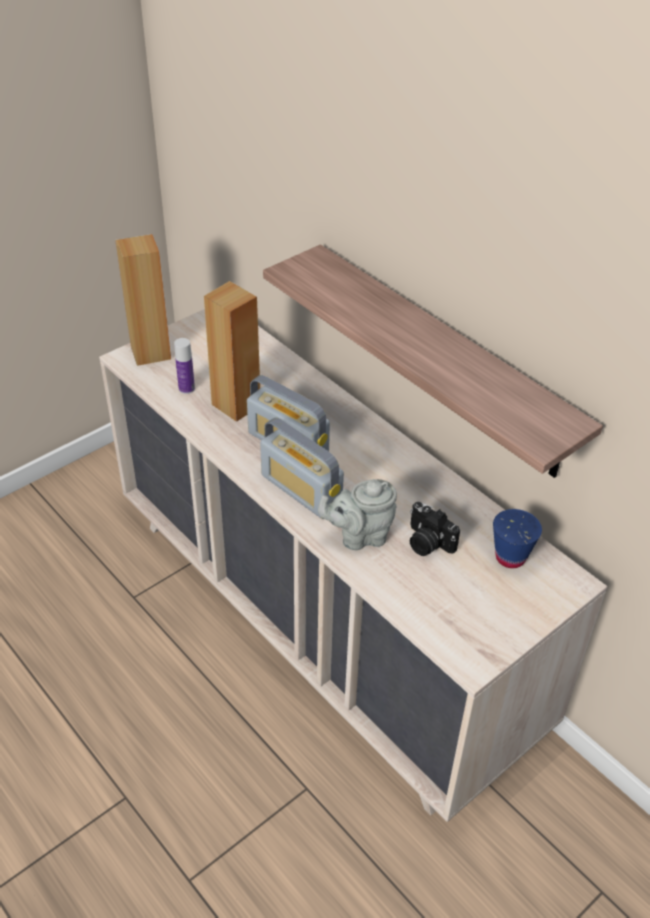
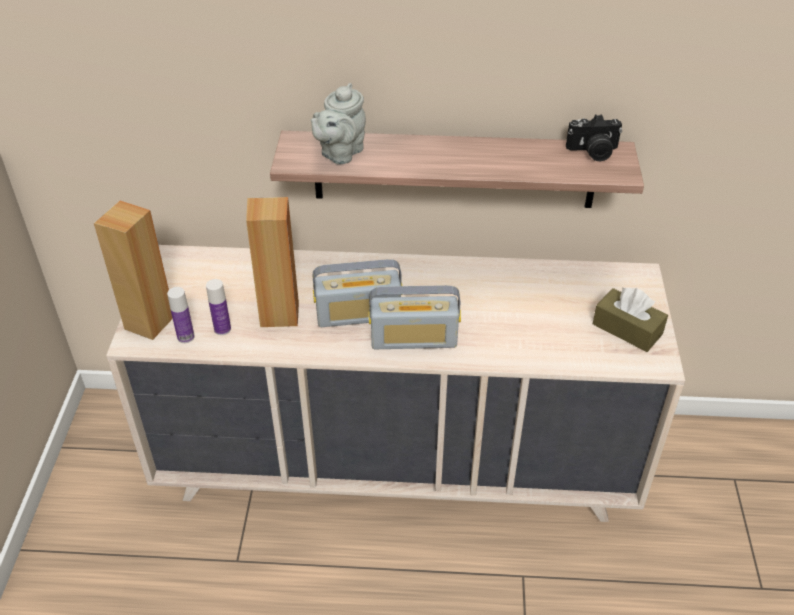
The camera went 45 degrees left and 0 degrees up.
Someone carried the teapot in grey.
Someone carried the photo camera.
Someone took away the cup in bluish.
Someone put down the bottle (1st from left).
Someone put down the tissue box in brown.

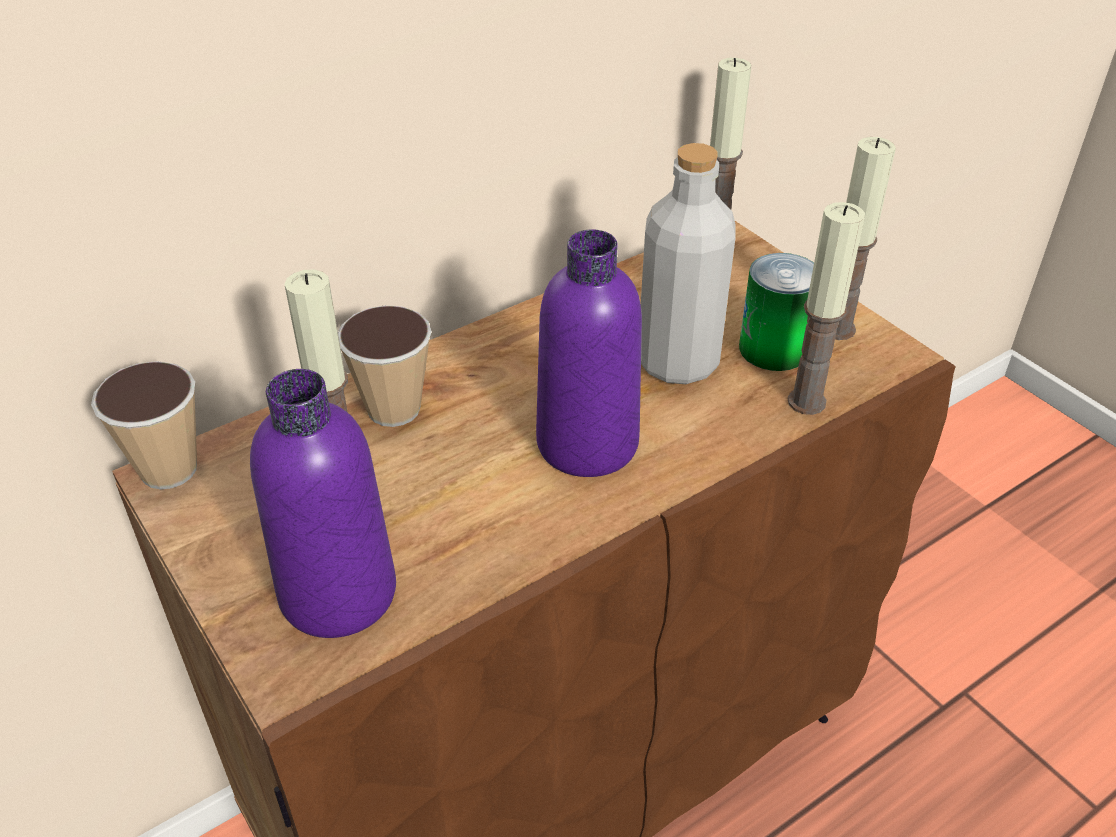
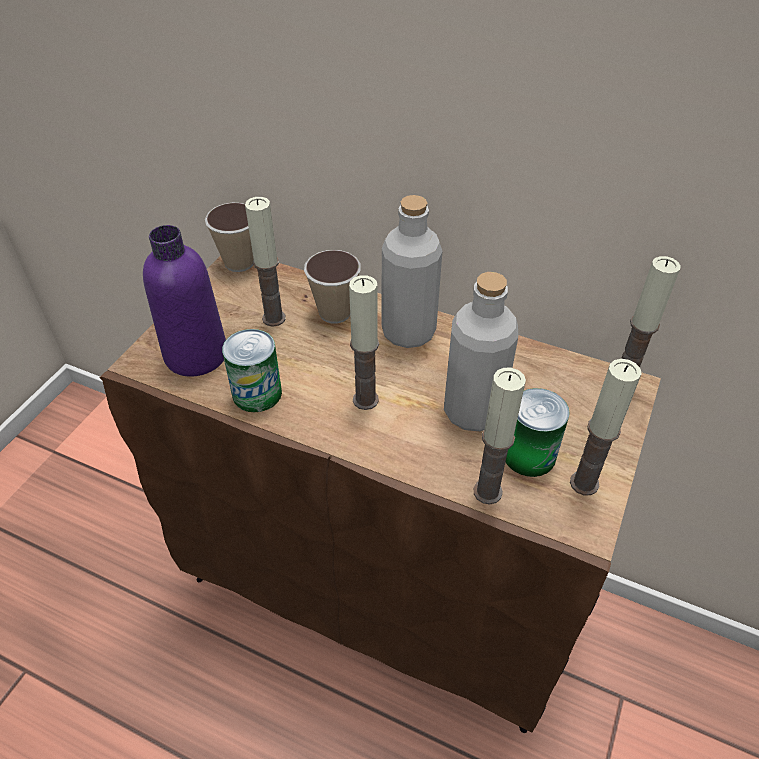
The camera went 60 degrees right and 5 degrees up.
Someone swapped the bottle in purple (2nd from left) for the wax light (2nd from left).
Someone put down the can (1st from left).
Someone put down the bottle in grey (1st from left).

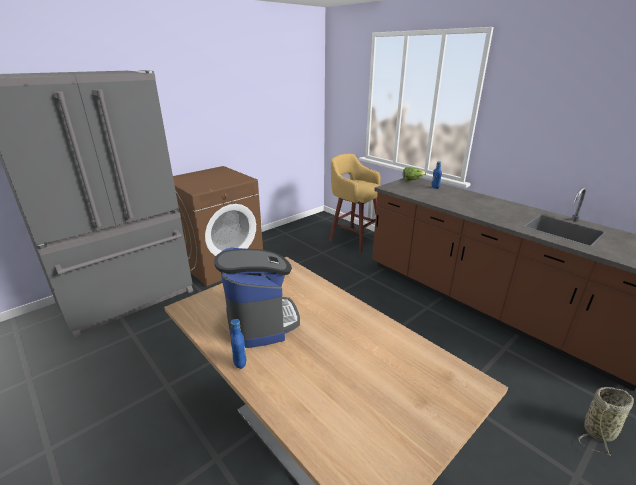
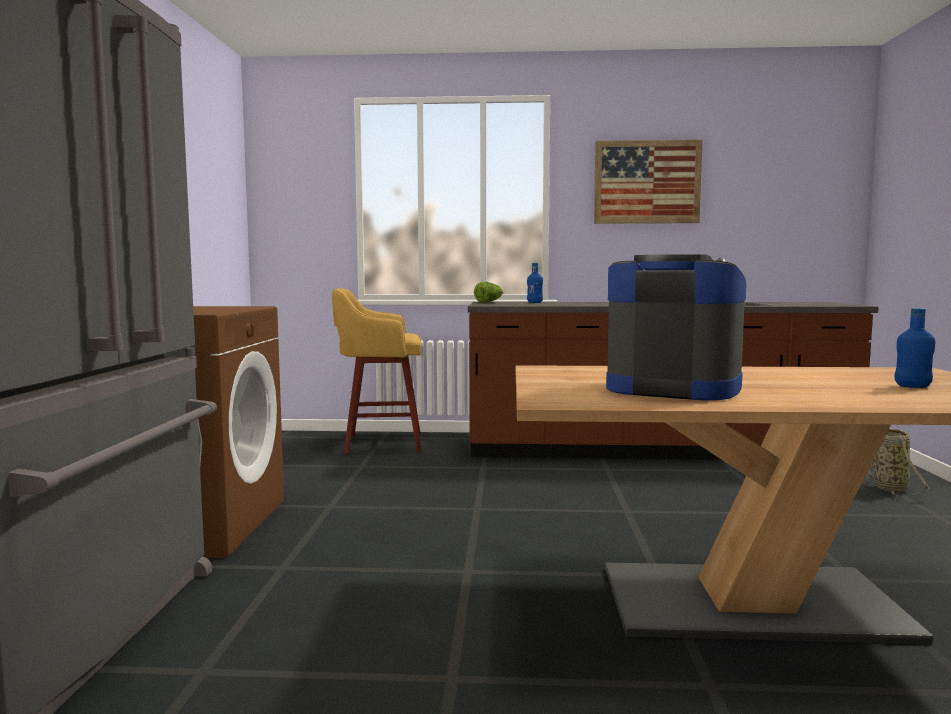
The camera went 45 degrees left and 20 degrees down.
Someone carried the bottle in bluish (1st from left in the first image).
Someone put up the wall picture.

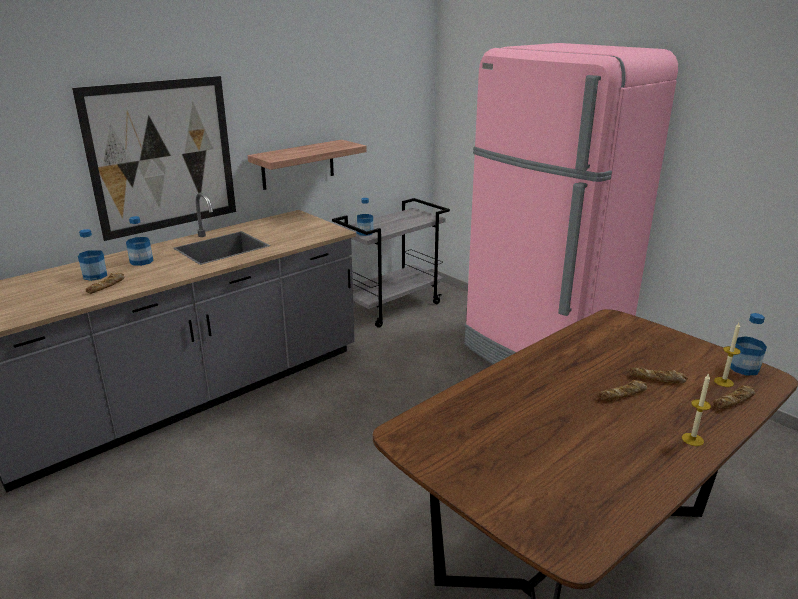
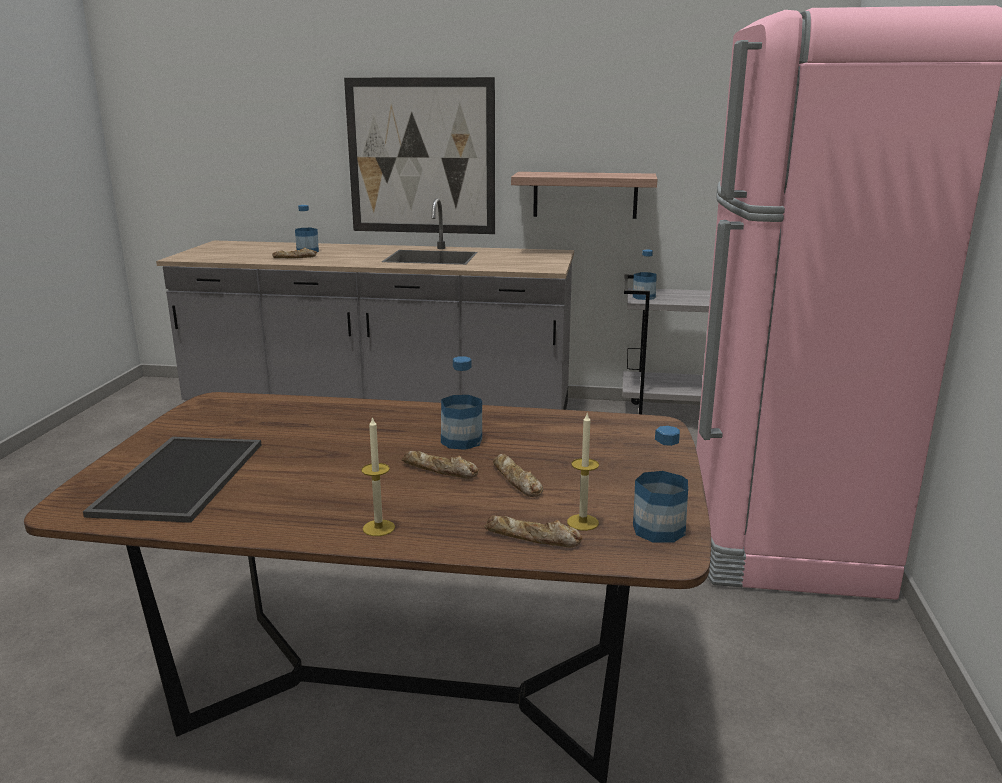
The camera went 50 degrees right and 5 degrees down.
Someone carried the bottle (2nd from left).
Someone put down the serving tray.

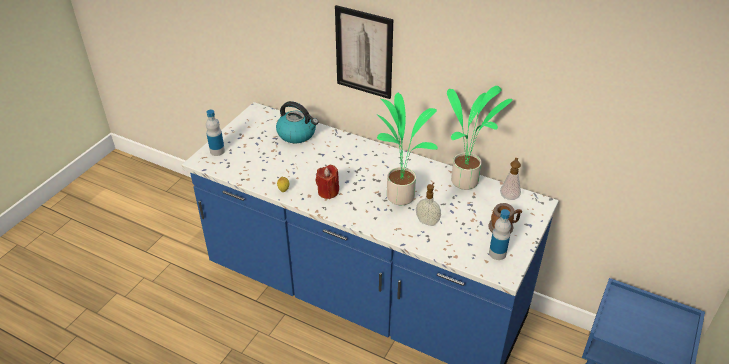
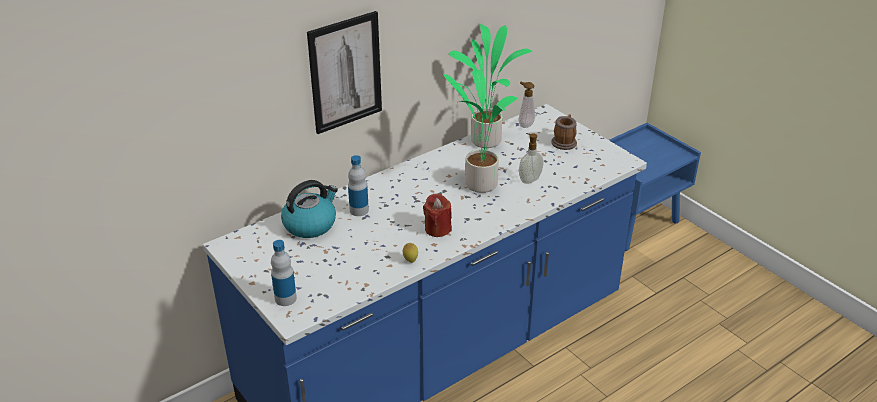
The camera went 65 degrees left and 5 degrees down.
Someone carried the bottle (2nd from left).

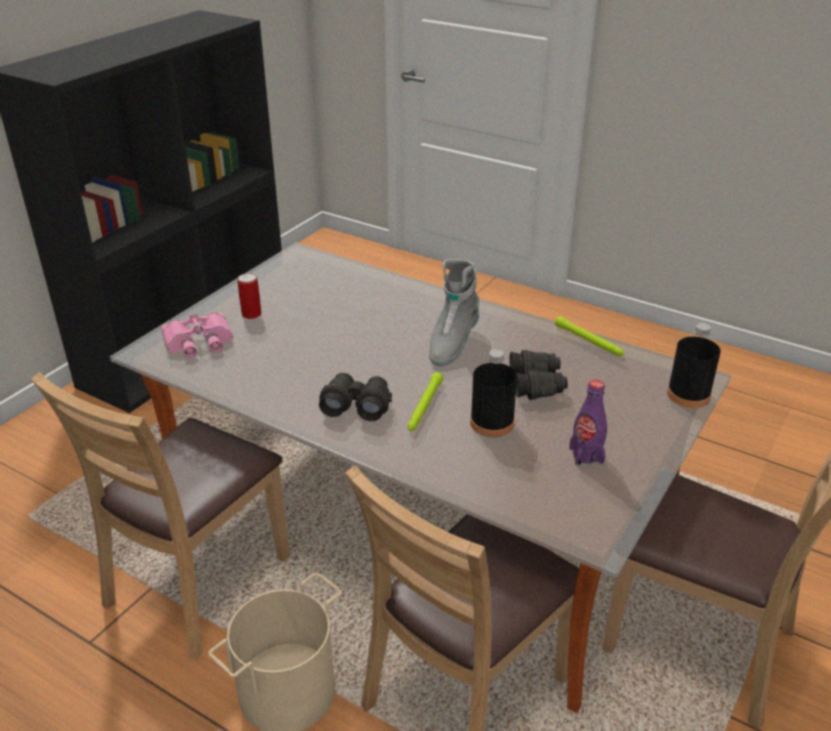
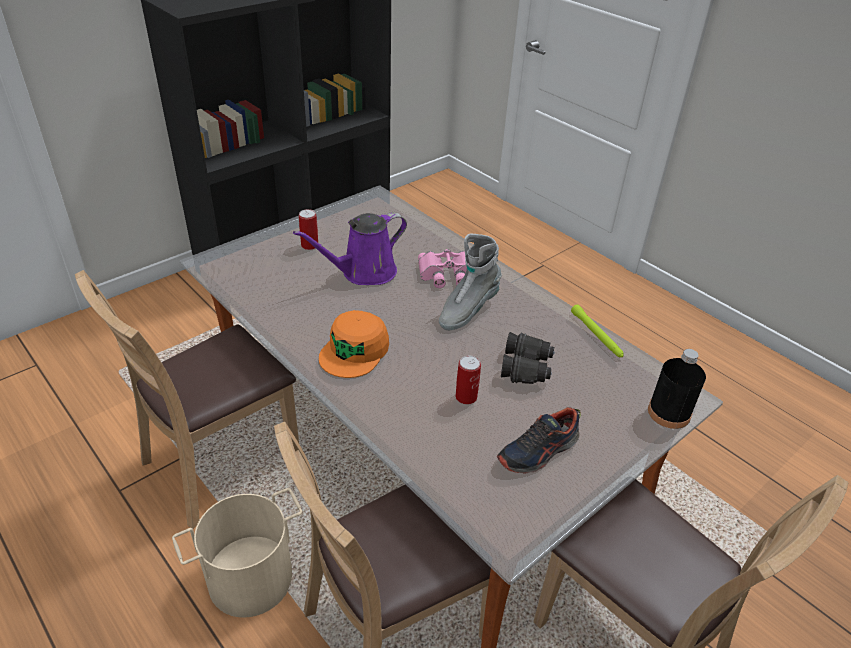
The camera went 15 degrees right and 5 degrees up.
Someone carried the field glasses in pinkish.
Someone swapped the field glasses in black (1st from left) for the peaked cap in orangey.
Someone took away the torch in green (1st from left).
Someone swapped the bottle in black (1st from left) for the can (2nd from left).
Someone swapped the bottle in purple for the shoe.
Someone put down the sprinkling can in purple.

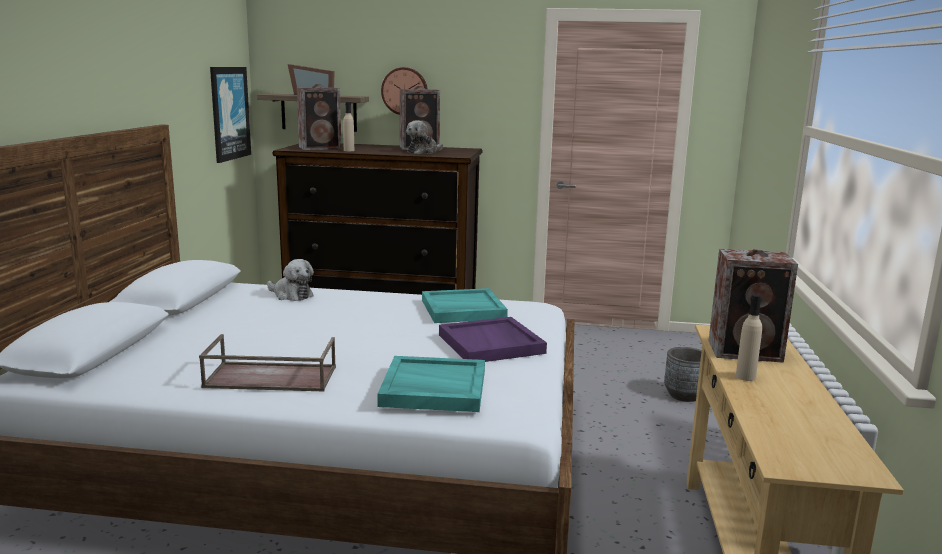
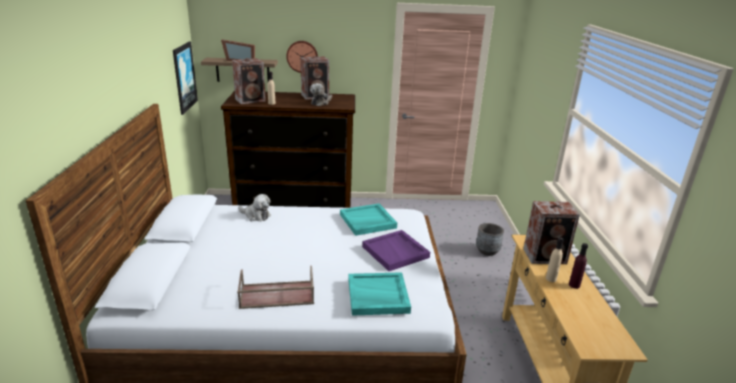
The camera went 10 degrees left and 10 degrees up.
Someone put down the bottle in purple.

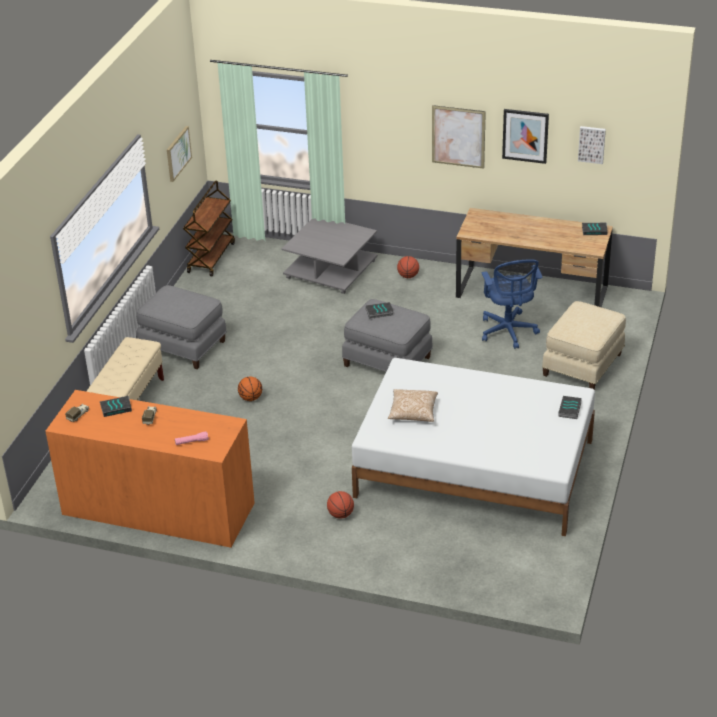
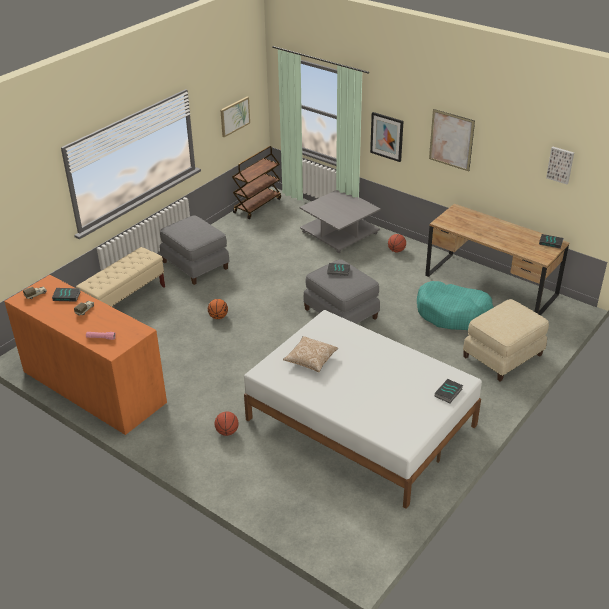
The camera went 20 degrees right and 0 degrees up.
Someone swapped the office chair in bluish for the pet bed in blue-green.
Someone carried the wall picture (3rd from left in the first image).

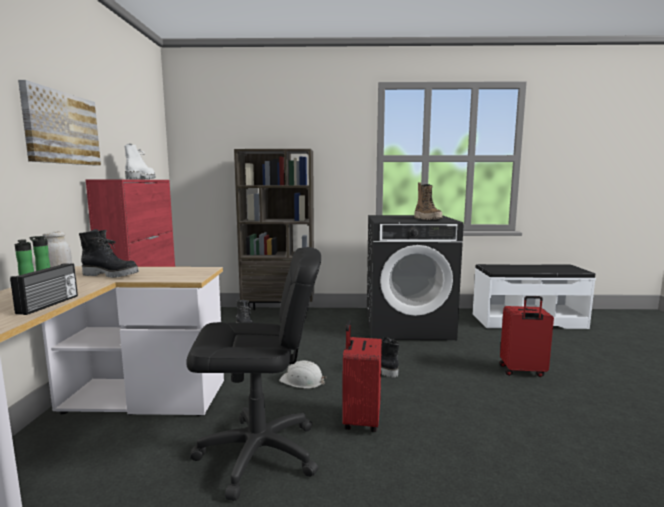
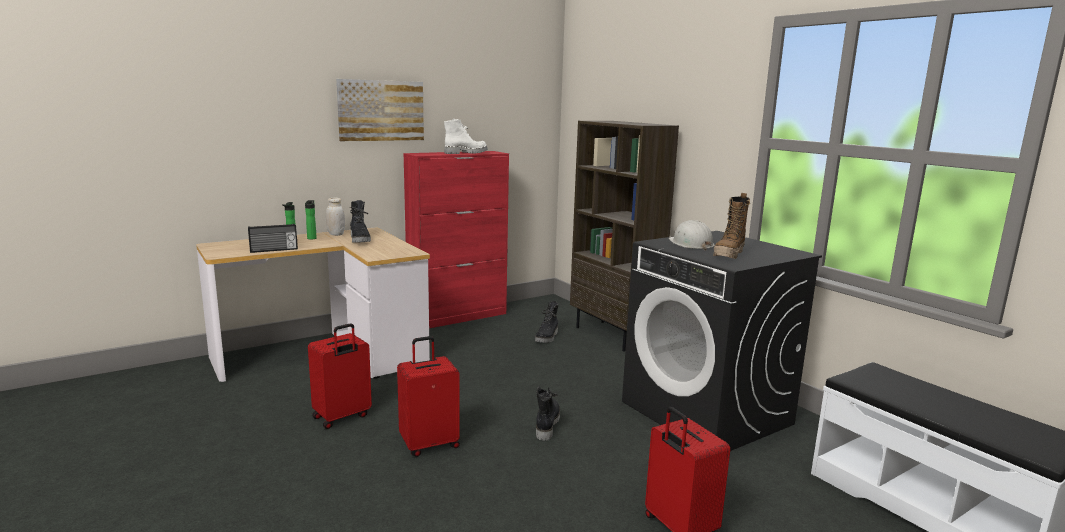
The camera went 55 degrees right and 5 degrees up.
Someone swapped the office chair in black for the suitcase in red (1st from left).
Someone carried the hard hat in whitish.

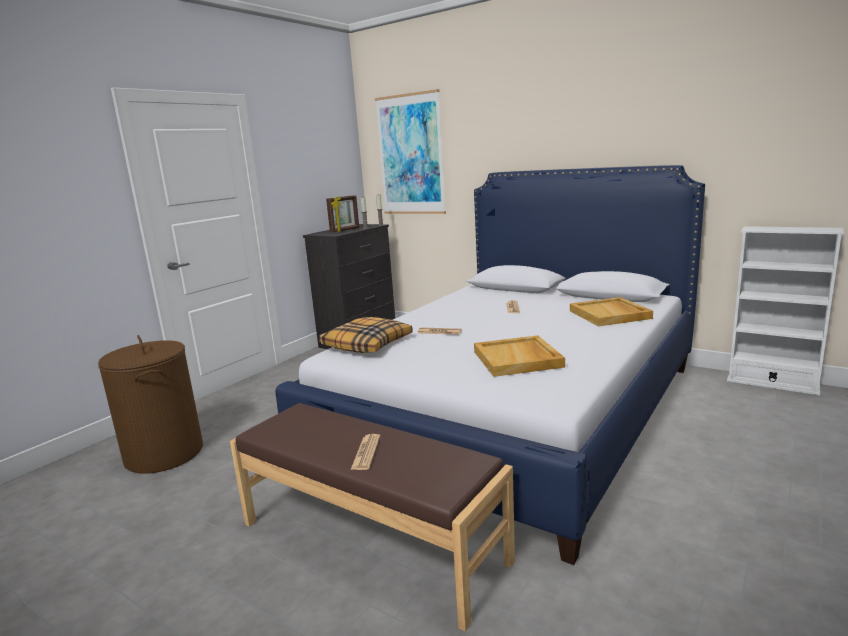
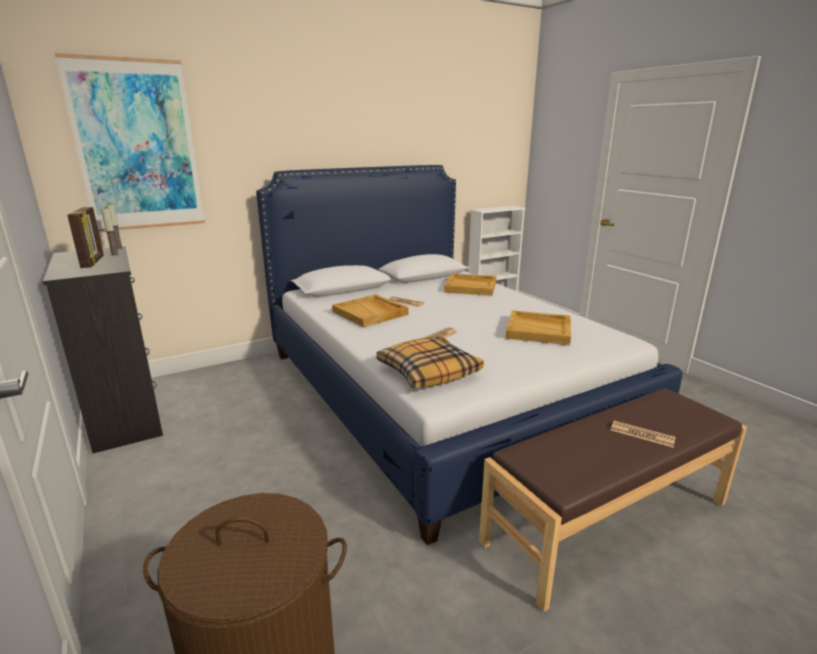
The camera went 65 degrees left and 5 degrees up.
Someone put down the serving tray in beige (1st from left).

